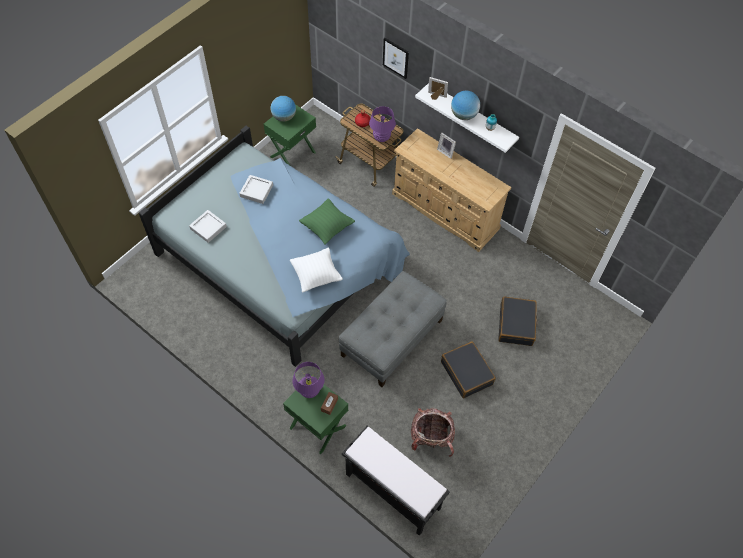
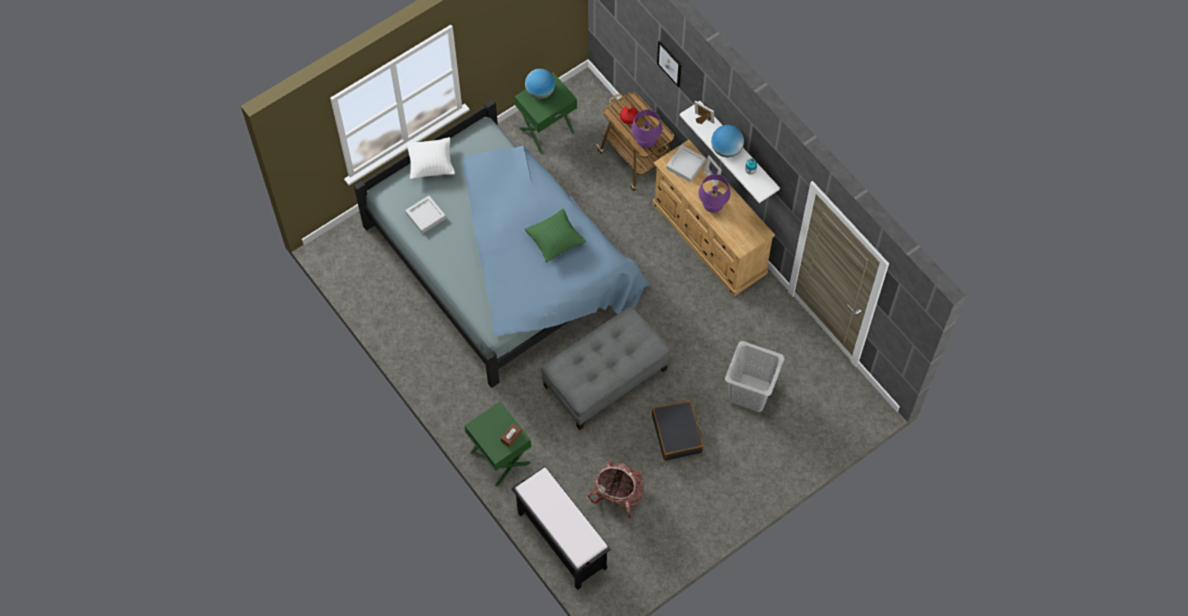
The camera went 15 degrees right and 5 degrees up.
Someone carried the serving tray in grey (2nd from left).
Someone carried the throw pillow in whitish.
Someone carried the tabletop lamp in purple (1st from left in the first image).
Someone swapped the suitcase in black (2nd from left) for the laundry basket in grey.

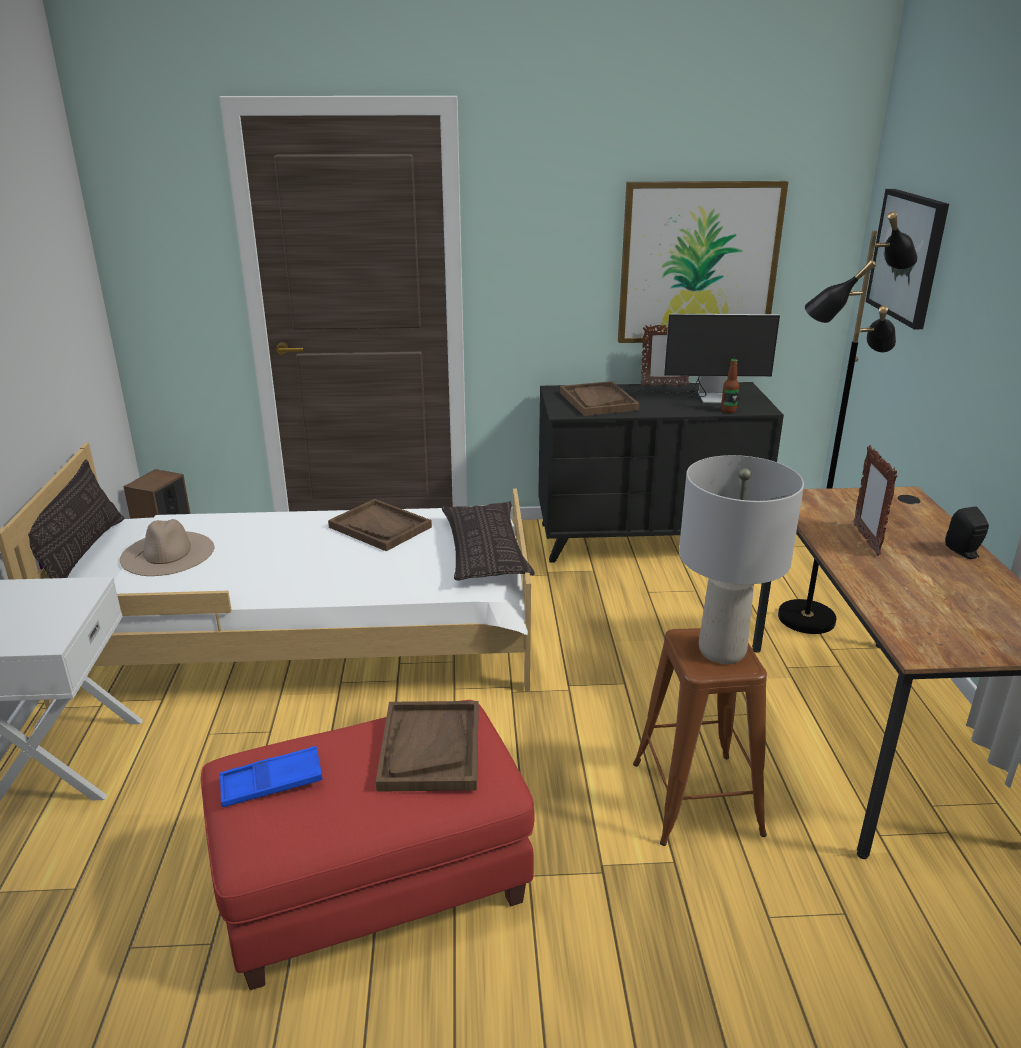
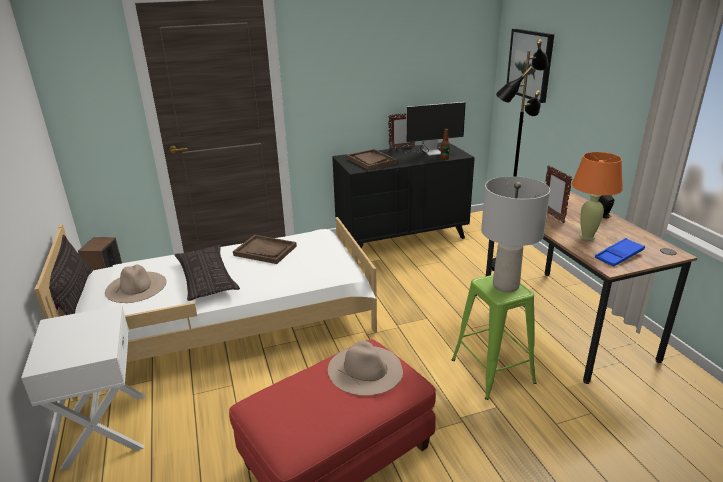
The camera went 15 degrees left and 0 degrees up.
Someone carried the serving tray in bluish.
Someone swapped the serving tray in brown (2nd from left) for the clothing hat in beige (2nd from left).
Someone carried the throw pillow (2nd from left).
Someone took away the wall picture (1st from left).
Someone repainted the stool seat in brown, which became the stool seat in green.
Someone put down the tabletop lamp in orangey.

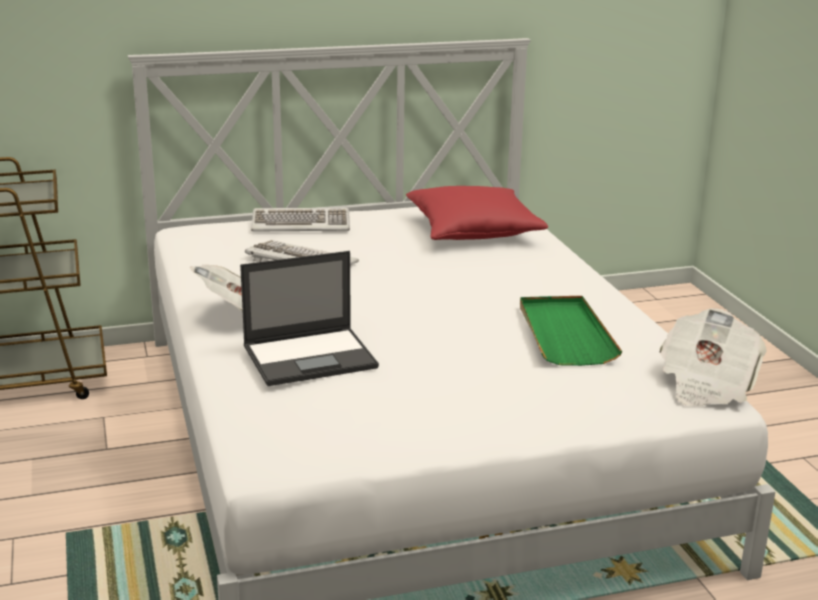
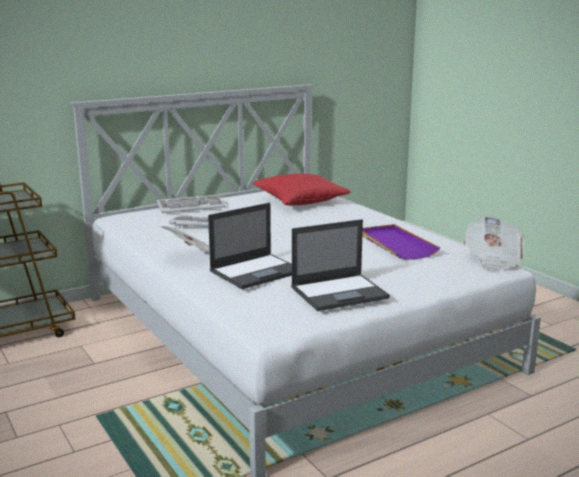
The camera went 15 degrees left and 5 degrees down.
Someone repainted the serving tray in green, which became the serving tray in purple.
Someone put down the portable computer (2nd from left).

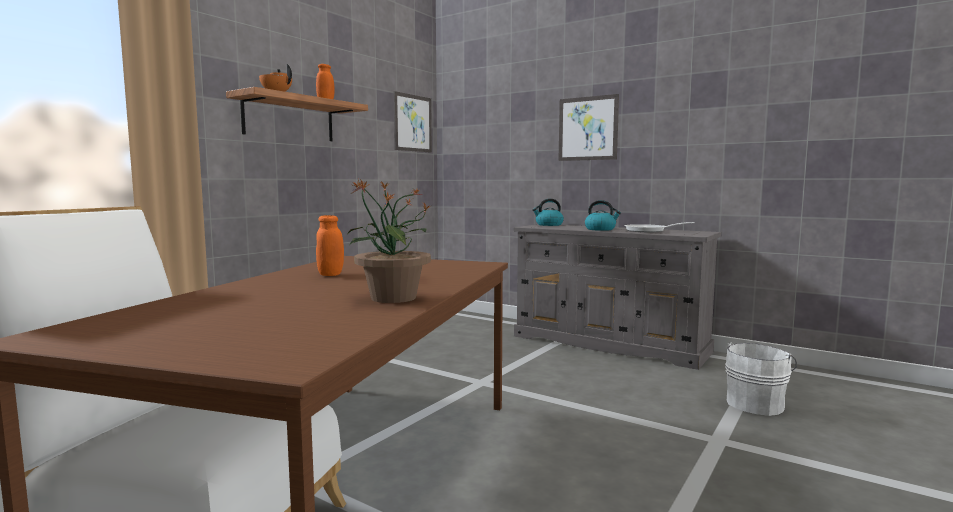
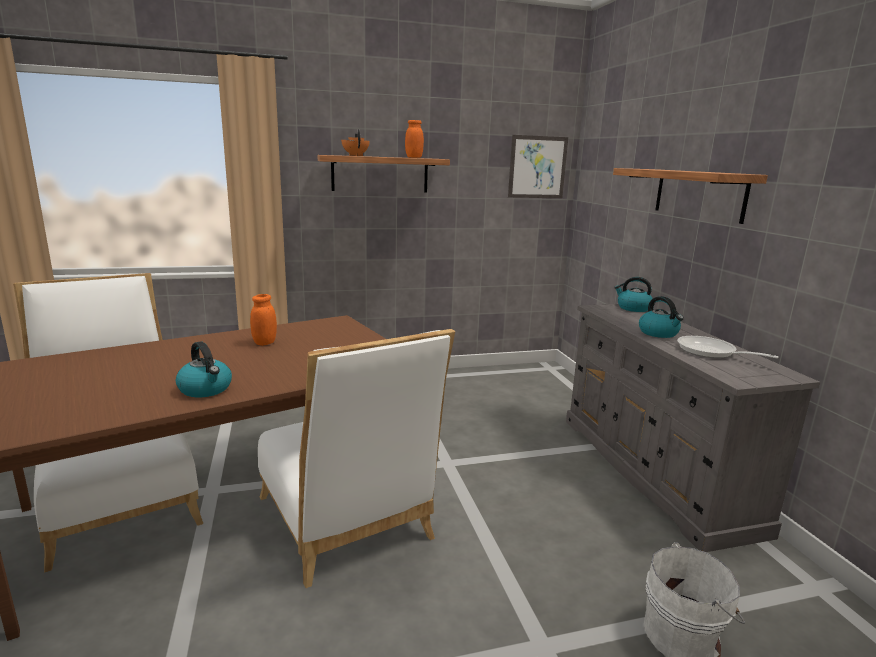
The camera went 40 degrees right and 10 degrees up.
Someone swapped the potted plant for the kettle (1st from left).
Someone swapped the wall picture (2nd from left) for the shelf (2nd from left).
Someone put down the plain chair in whitish (2nd from left).

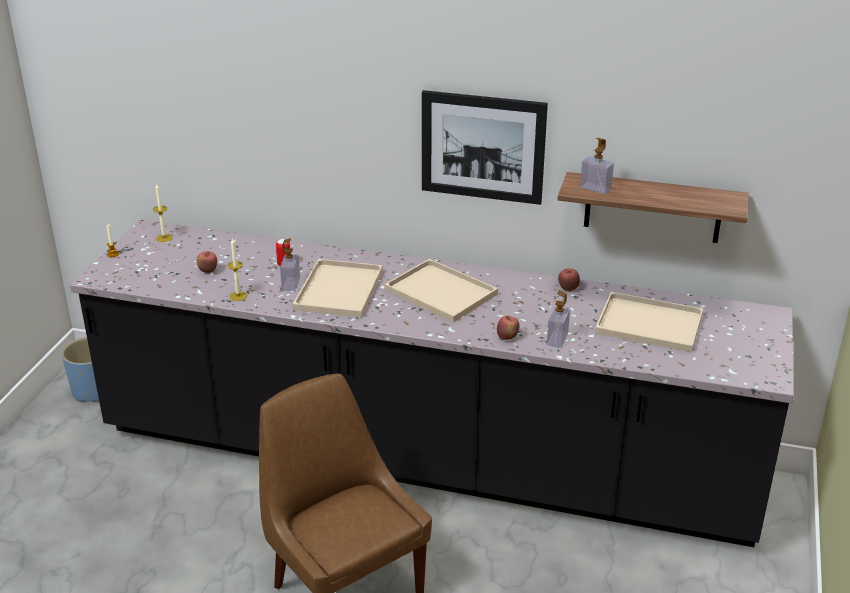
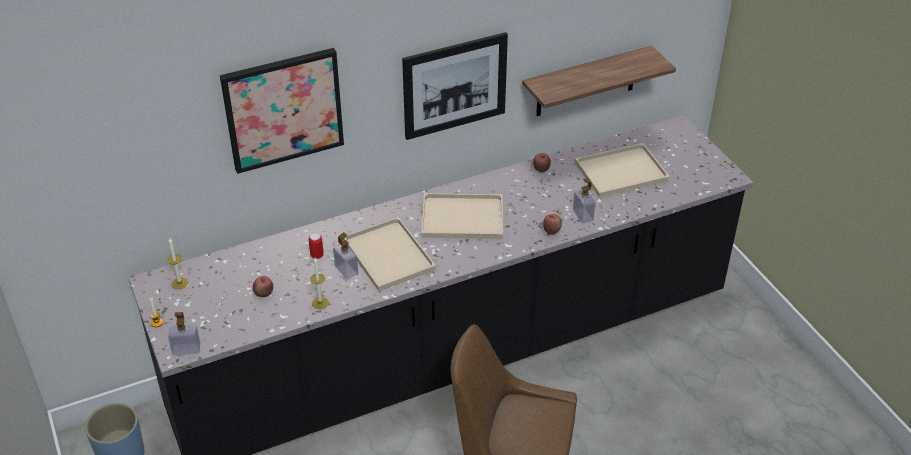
The camera went 40 degrees left and 10 degrees up.
Someone carried the soap dispenser (3rd from left in the first image).
Someone put up the wall picture (1st from left).

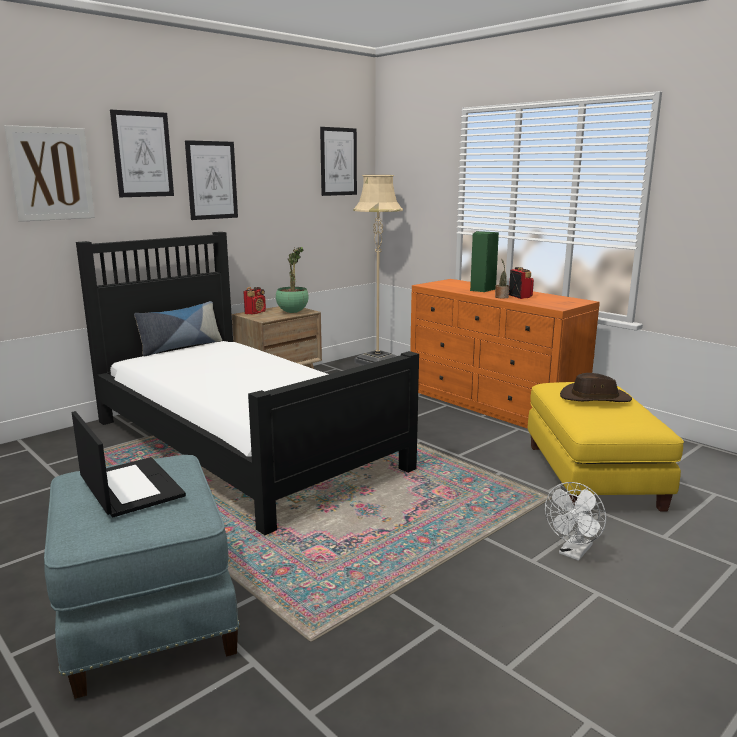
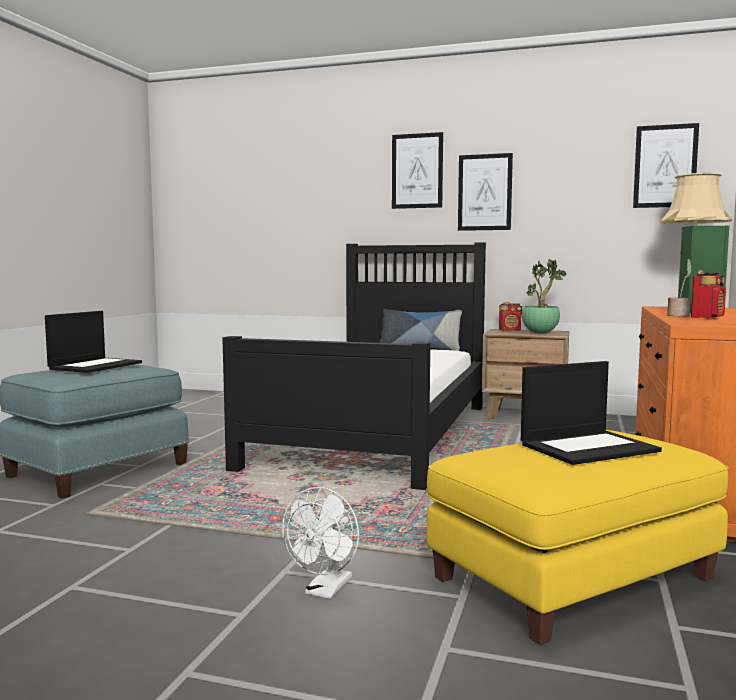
The camera went 60 degrees right and 10 degrees down.
Someone took away the wall picture (1st from left).
Someone rotated the electric fan in whitish by 75 degrees counterclockwise.
Someone swapped the clothing hat in brown for the portable computer (2nd from left).

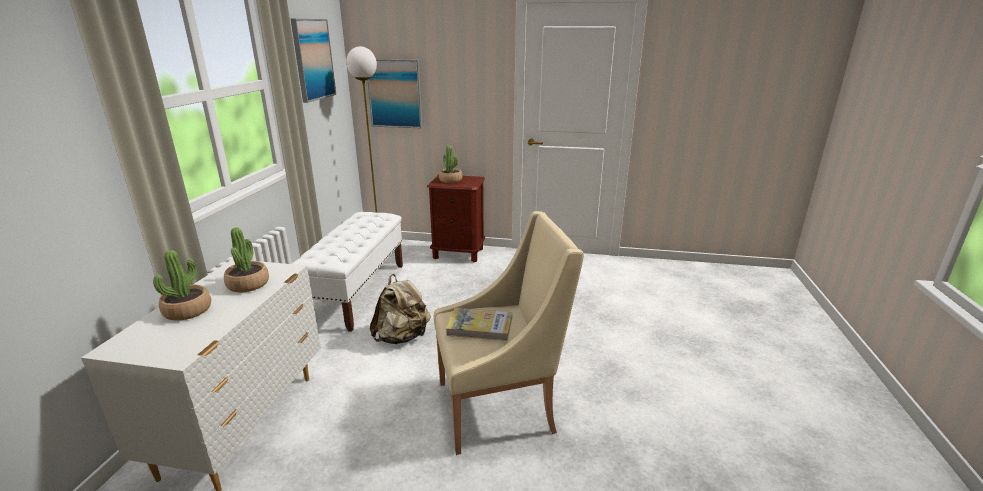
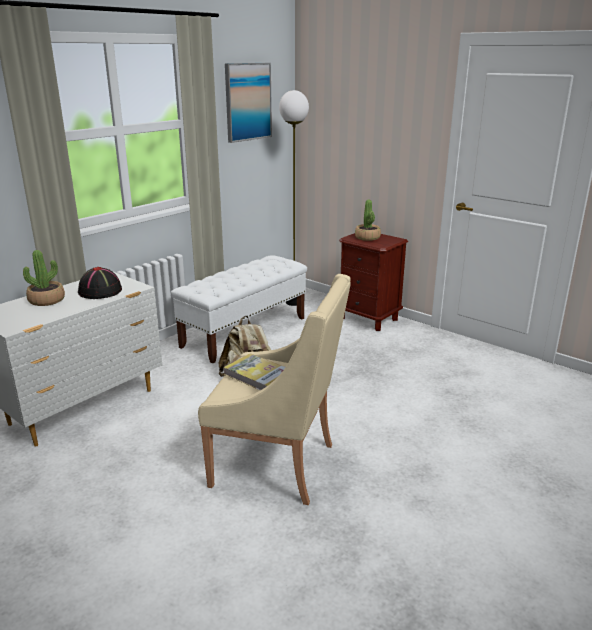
The camera went 30 degrees right and 0 degrees up.
Someone swapped the potted plant (2nd from left) for the clothing hat in black.
Someone took away the wall picture (2nd from left).

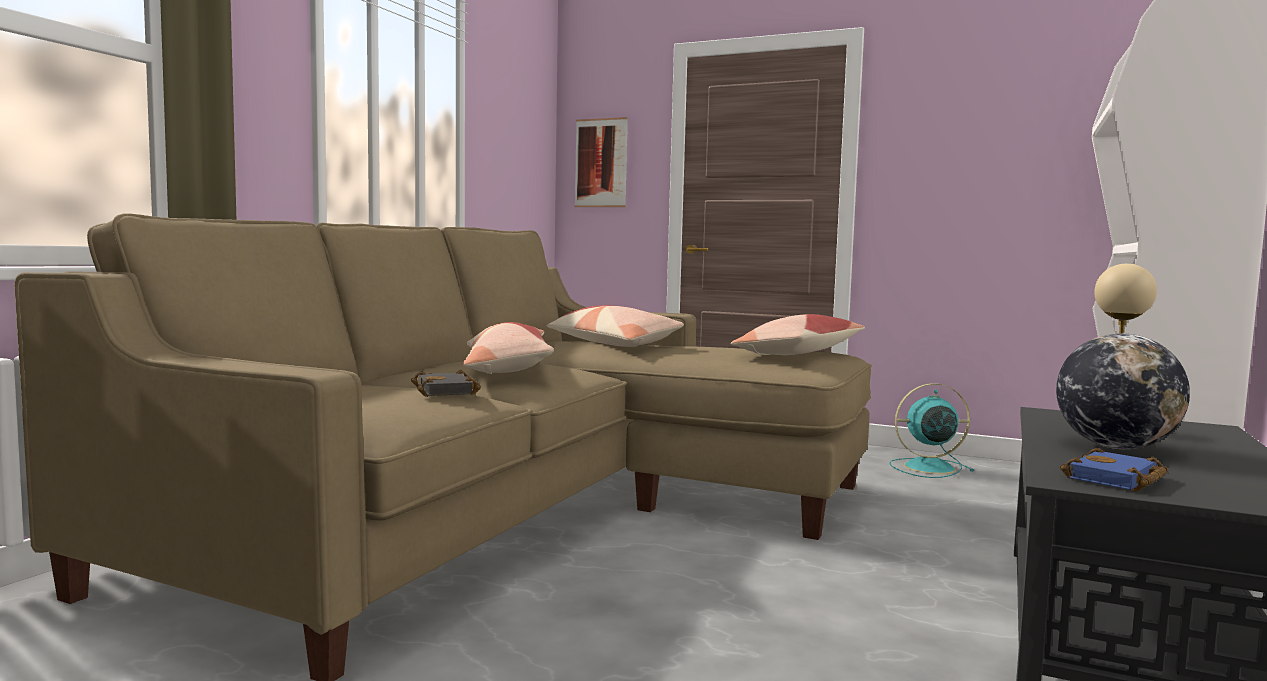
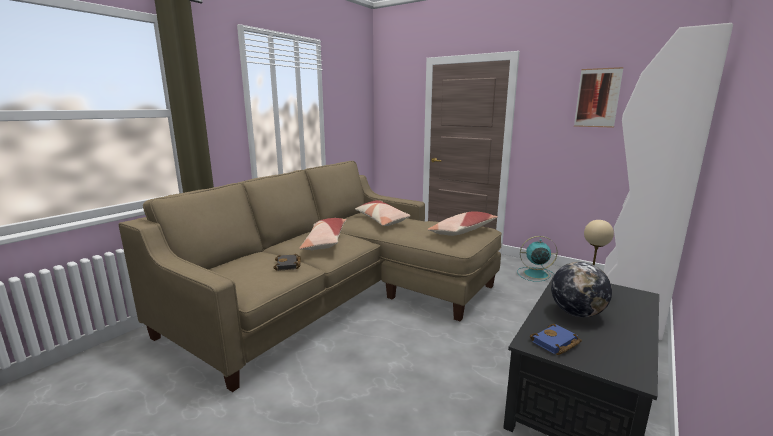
The camera went 10 degrees right and 10 degrees up.
Someone carried the wall picture.

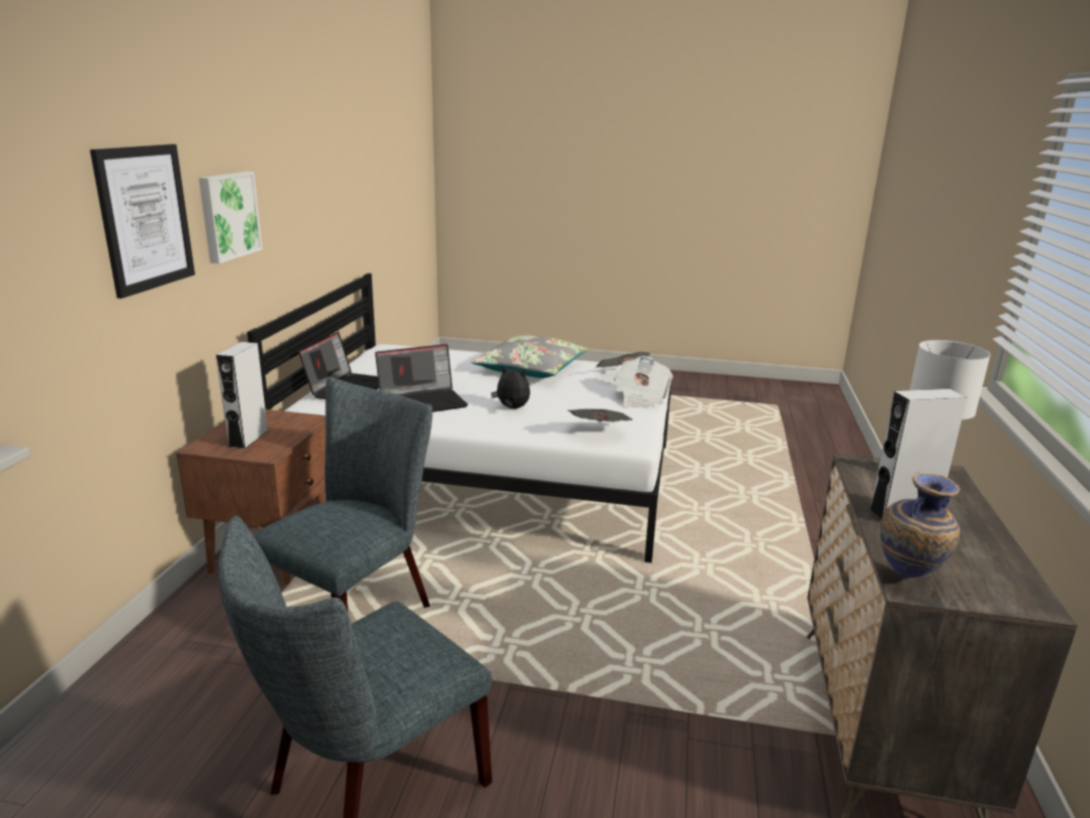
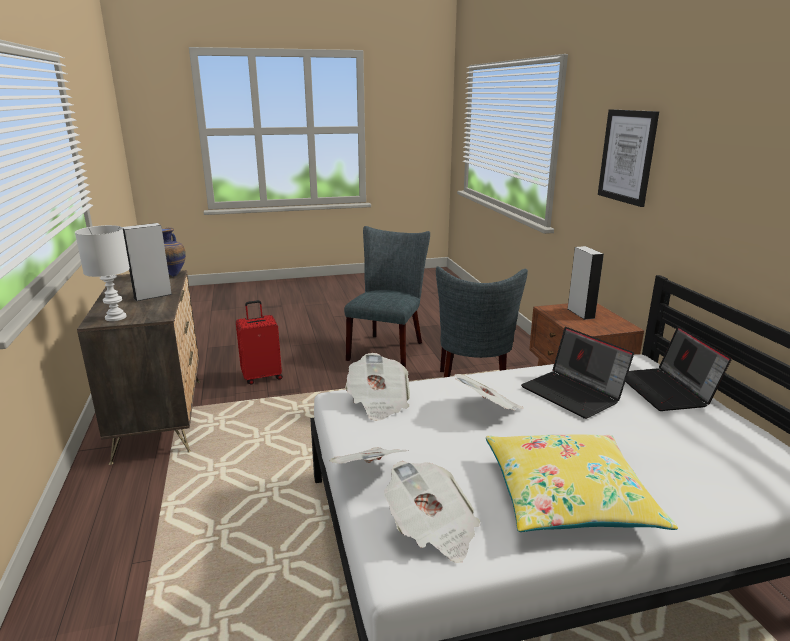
The camera went 155 degrees right and 0 degrees up.
Someone took away the wall picture (2nd from left).
Someone rotated the portable computer (2nd from left in the first image) by 75 degrees counterclockwise.
Someone repainted the throw pillow in grey, which became the throw pillow in yellowish.
Someone swapped the cuddly toy for the daily paper (4th from left).
Someone put down the suitcase in red.

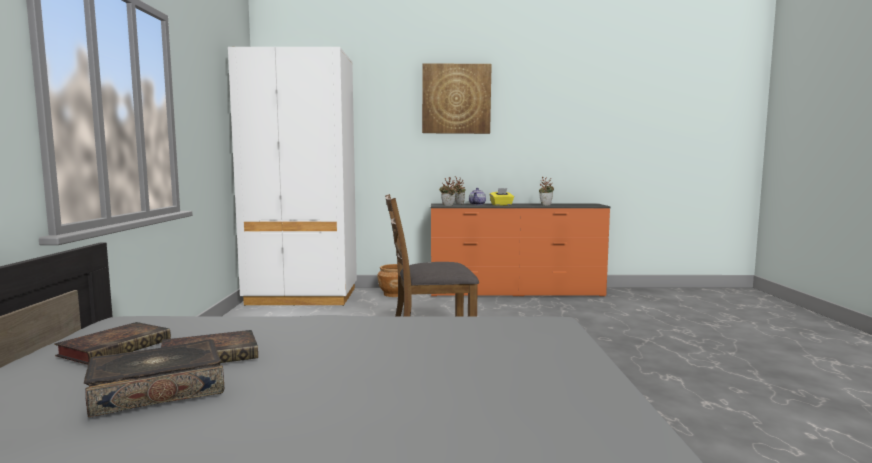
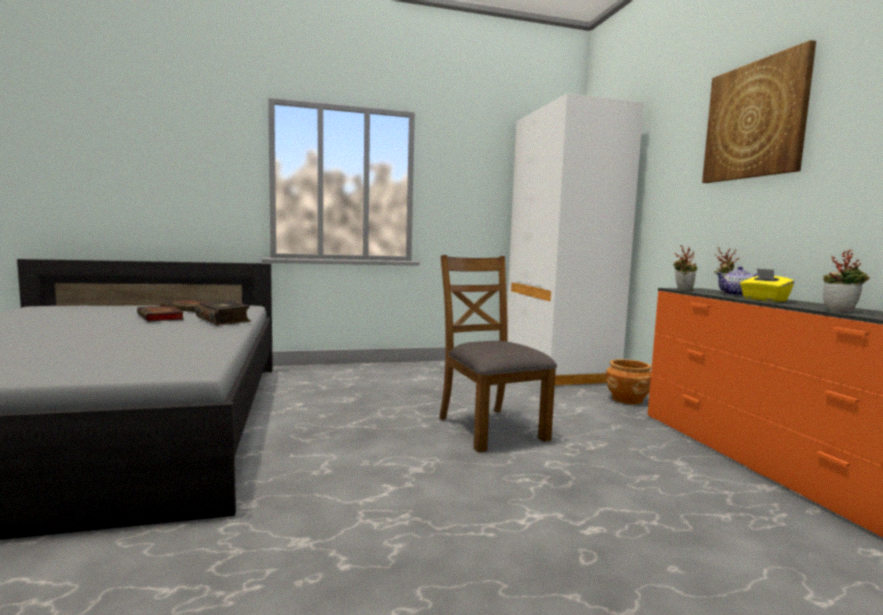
The camera went 75 degrees right and 0 degrees up.
Someone carried the bound book (2nd from left in the first image).

